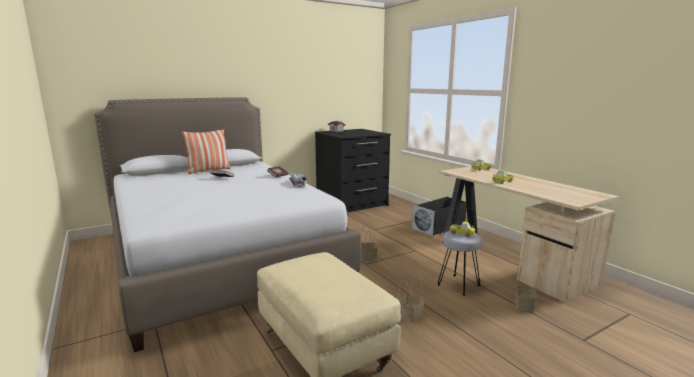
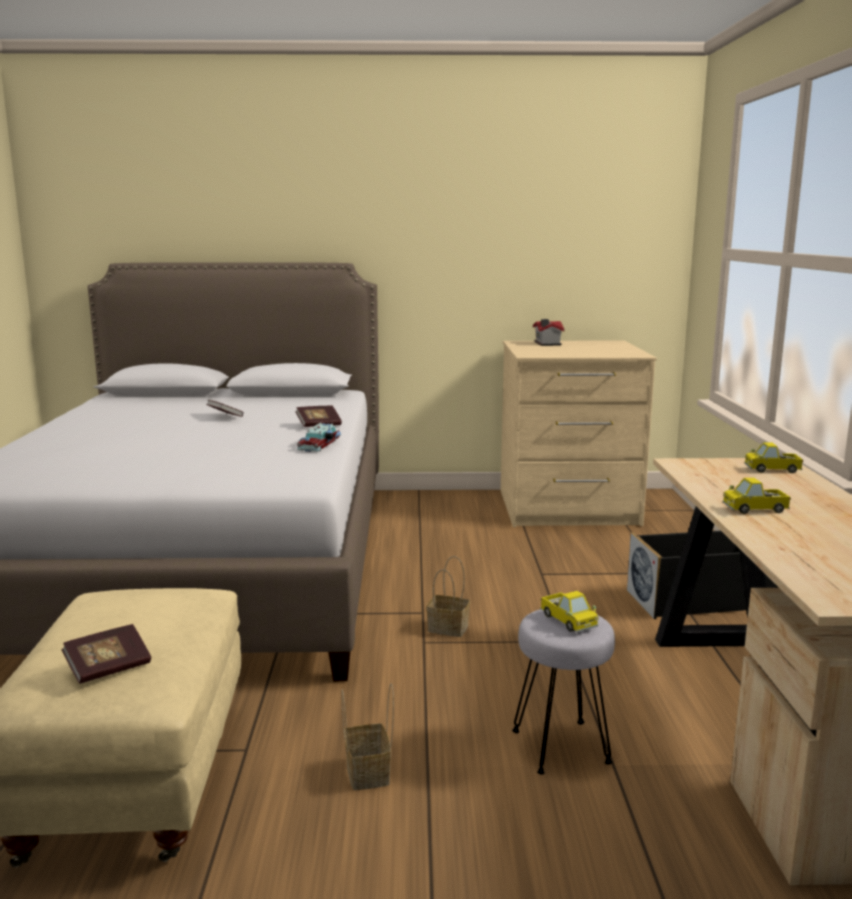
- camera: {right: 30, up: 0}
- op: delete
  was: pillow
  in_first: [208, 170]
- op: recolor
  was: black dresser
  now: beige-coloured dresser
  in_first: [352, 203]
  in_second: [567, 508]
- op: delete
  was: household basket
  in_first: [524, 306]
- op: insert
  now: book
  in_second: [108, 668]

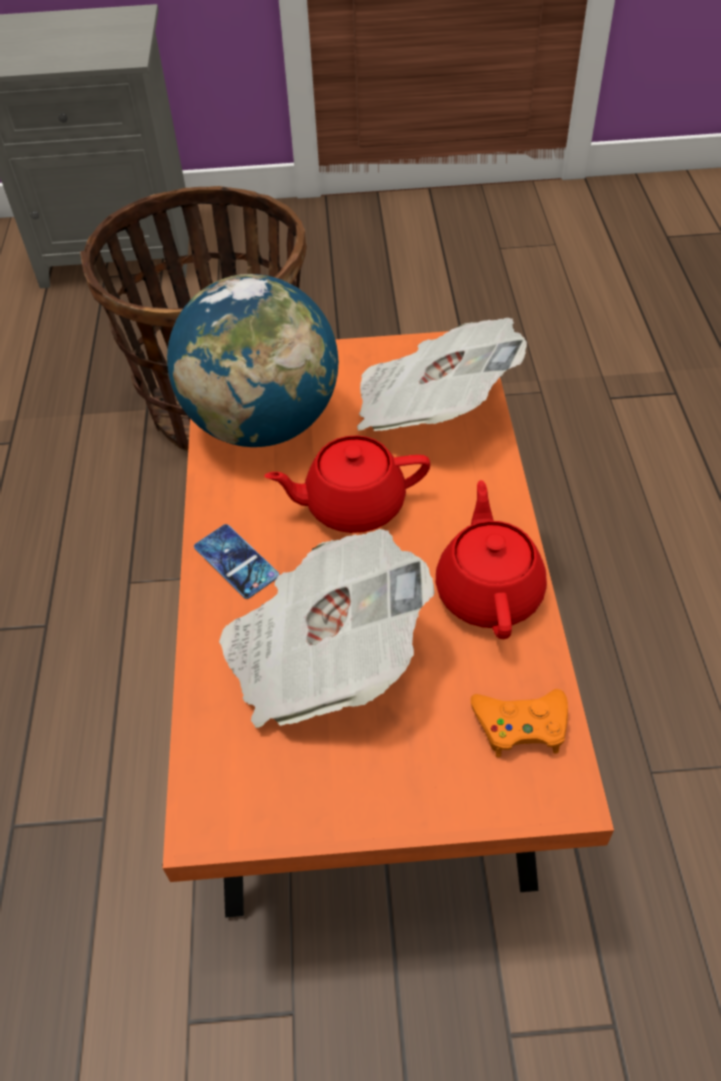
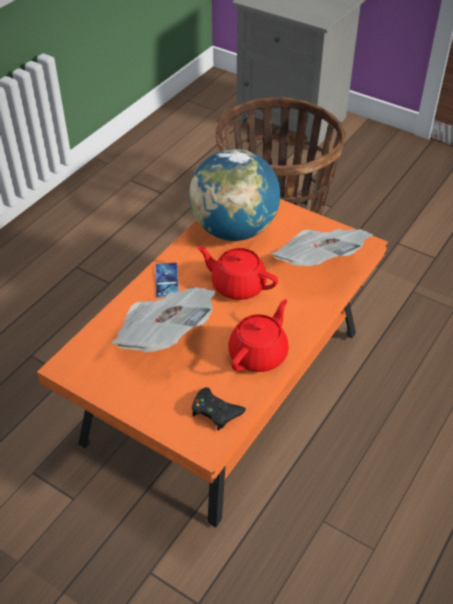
- camera: {right: 35, up: -5}
- op: recolor
  was: orange-coloured joypad
  now: black joypad
  in_first: [521, 725]
  in_second: [215, 411]

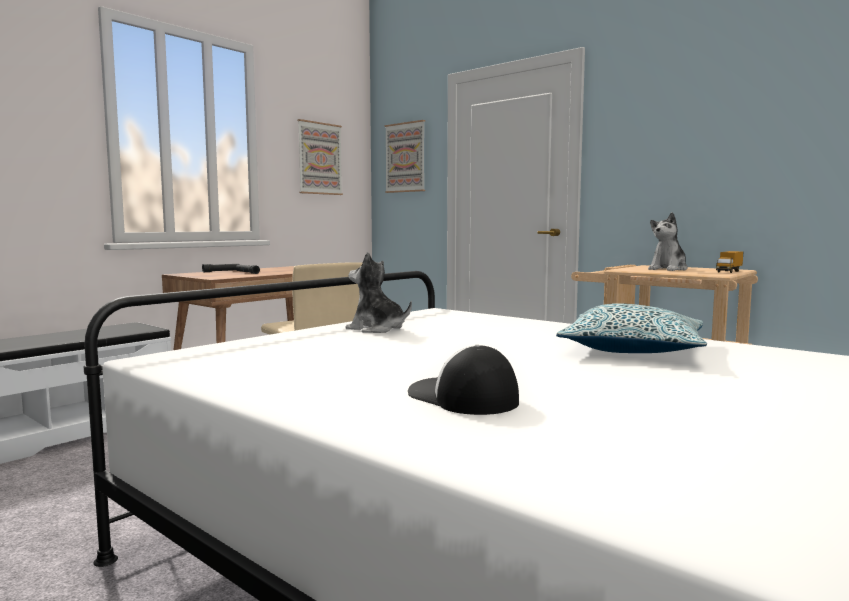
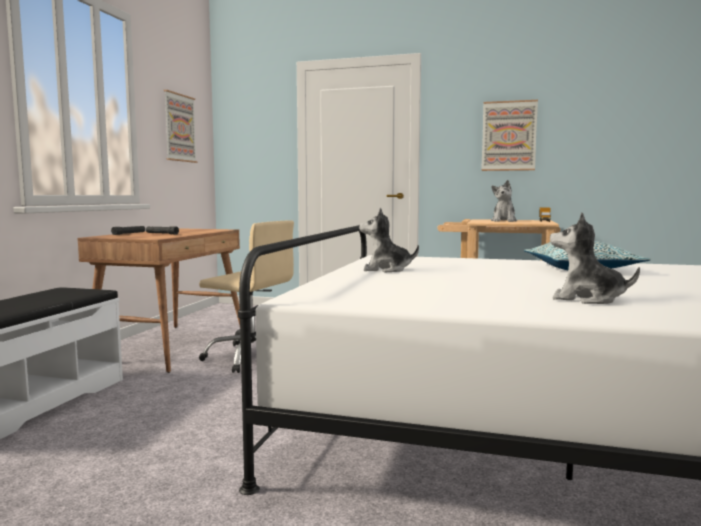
- camera: {right: -25, up: 0}
- op: move
  was: wall art
  in_first: [405, 157]
  in_second: [509, 136]
- op: replace
  was: cap
  now: plush toy
  in_first: [462, 398]
  in_second: [586, 299]

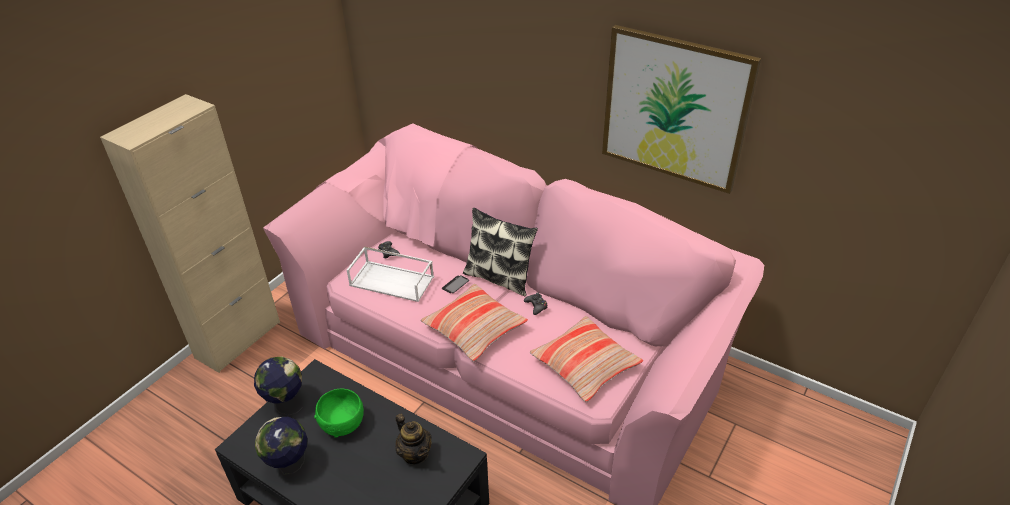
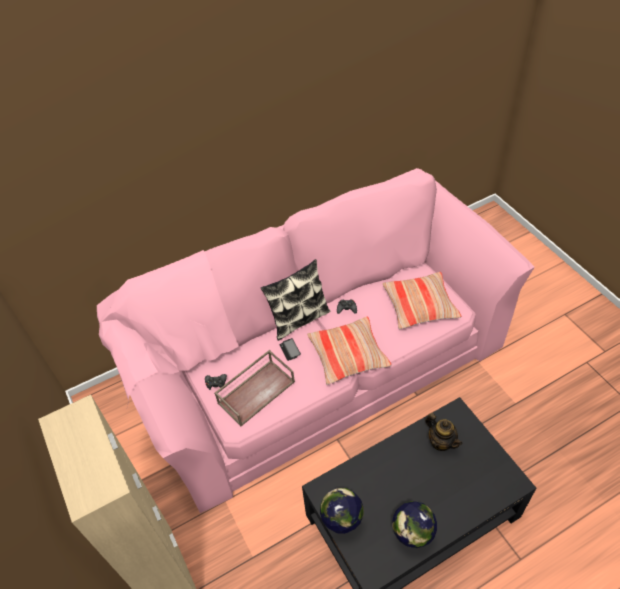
- camera: {right: -60, up: 10}
- op: delete
  was: green deep dish
  in_first: [342, 423]
- op: recolor
  was: white serving tray
  now: brown-coloured serving tray
  in_first: [393, 281]
  in_second: [256, 391]
- op: rotate
  was: tea pot
  in_first: [415, 454]
  in_second: [441, 442]
  clockwise: 60
- op: delete
  was: wall art
  in_first: [674, 109]

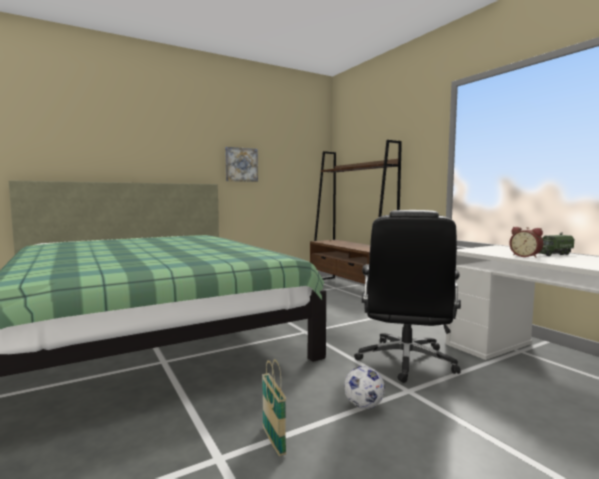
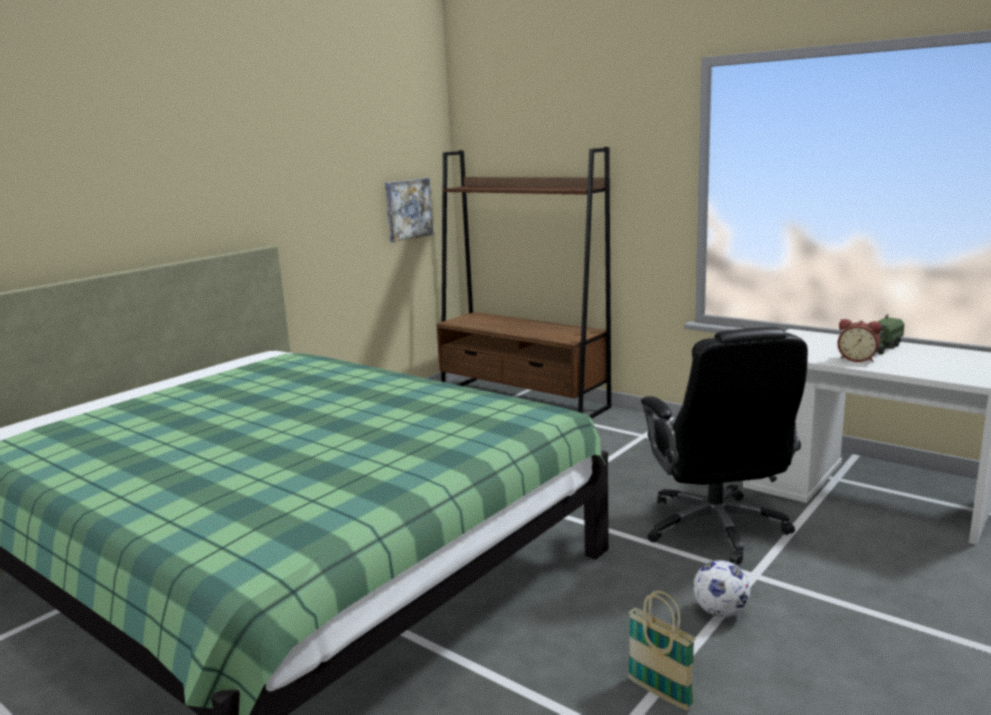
- camera: {right: -20, up: 10}
- op: move
  was: wall art
  in_first: [241, 164]
  in_second: [408, 209]

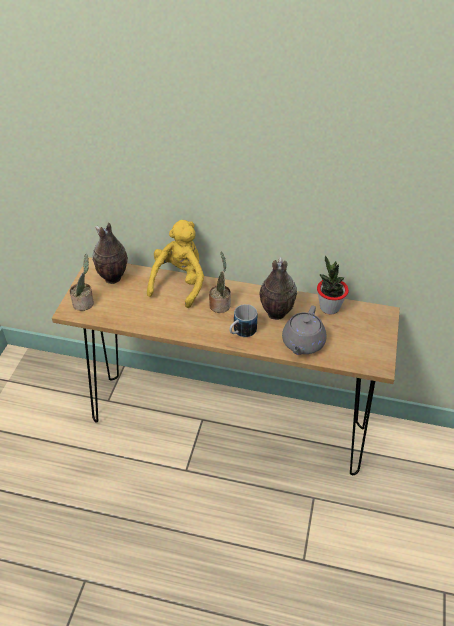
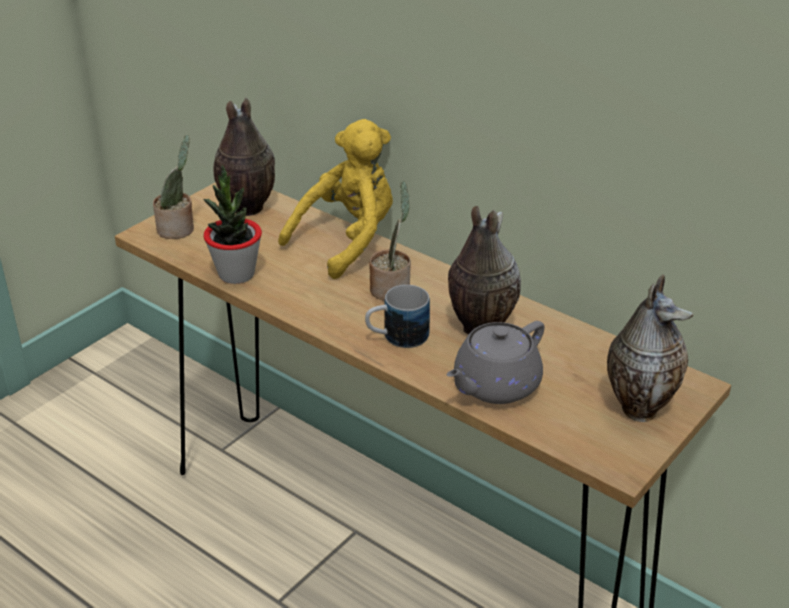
- camera: {right: 25, up: -10}
- op: move
  was: plant in a pot
  in_first: [329, 307]
  in_second: [236, 274]
- op: insert
  now: flower vase
  in_second: [639, 406]

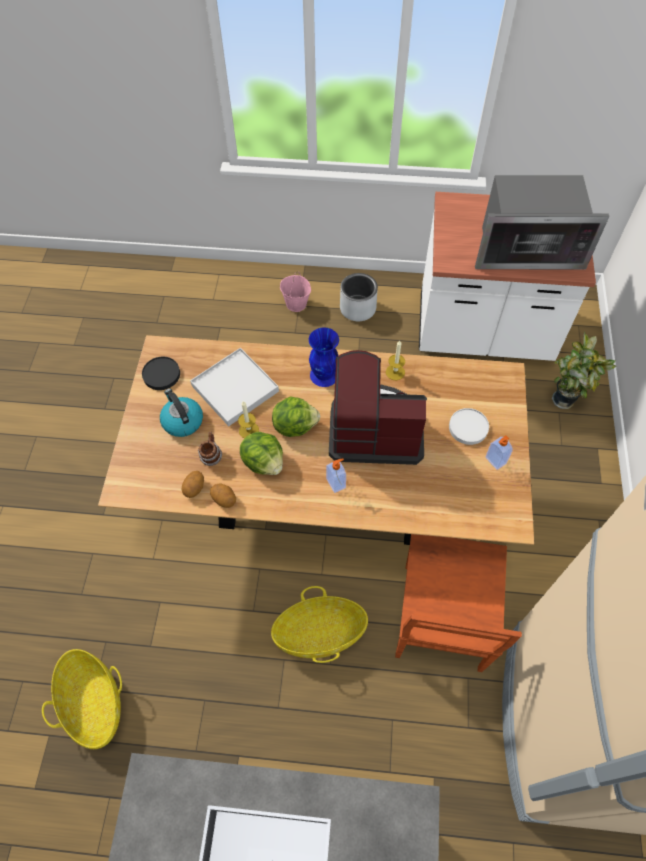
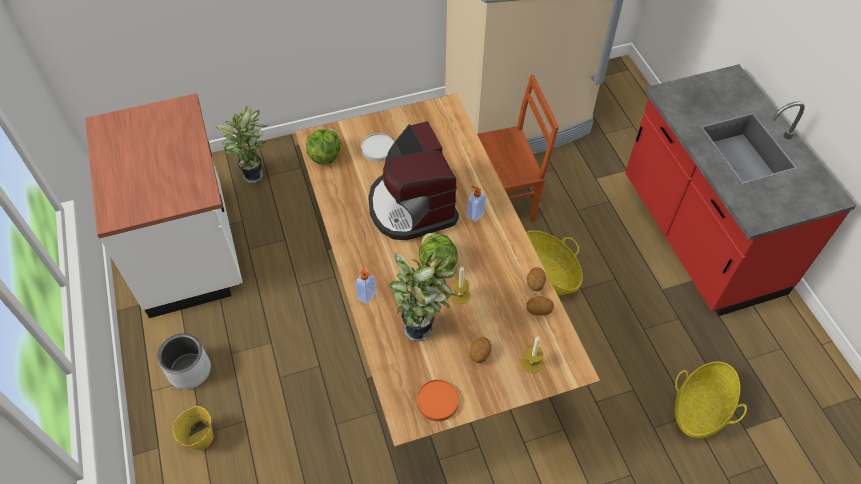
- camera: {right: -115, up: -5}
- op: recolor
  was: black plate
  now: orange-coloured plate
  in_first: [161, 375]
  in_second: [438, 401]
- op: replace
  was: water kettle
  now: spud
  in_first: [182, 421]
  in_second: [479, 354]
- op: replace
  was: white serving tray
  now: plant in a pot
  in_first: [234, 388]
  in_second: [421, 327]
- op: delete
  was: coffee mug
  in_first: [211, 456]
- op: move
  was: lettuce head
  in_first: [264, 462]
  in_second: [325, 156]
- op: recolor
  was: pink-coloured water bucket
  now: yellow water bucket
  in_first: [296, 304]
  in_second: [200, 437]
- op: delete
  was: bluish flower vase
  in_first: [324, 375]
- op: move
  was: wax candle
  in_first: [395, 372]
  in_second: [531, 363]
- op: delete
  was: kitchen microwave
  in_first: [526, 248]
- op: move
  was: soap bottle
  in_first: [495, 461]
  in_second: [367, 296]

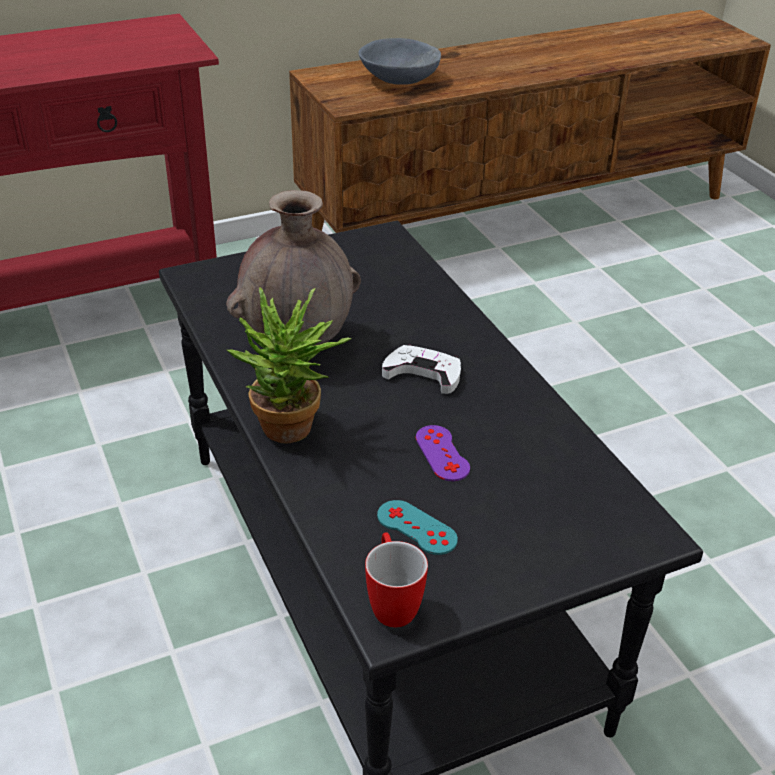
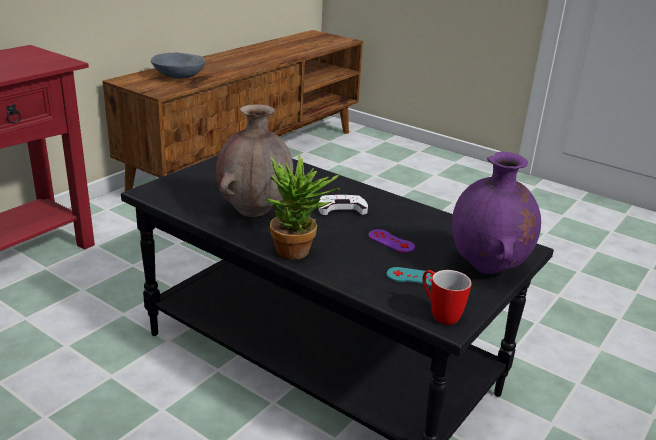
- camera: {right: -30, up: -10}
- op: insert
  now: purple-coloured flower vase
  in_second: [488, 268]

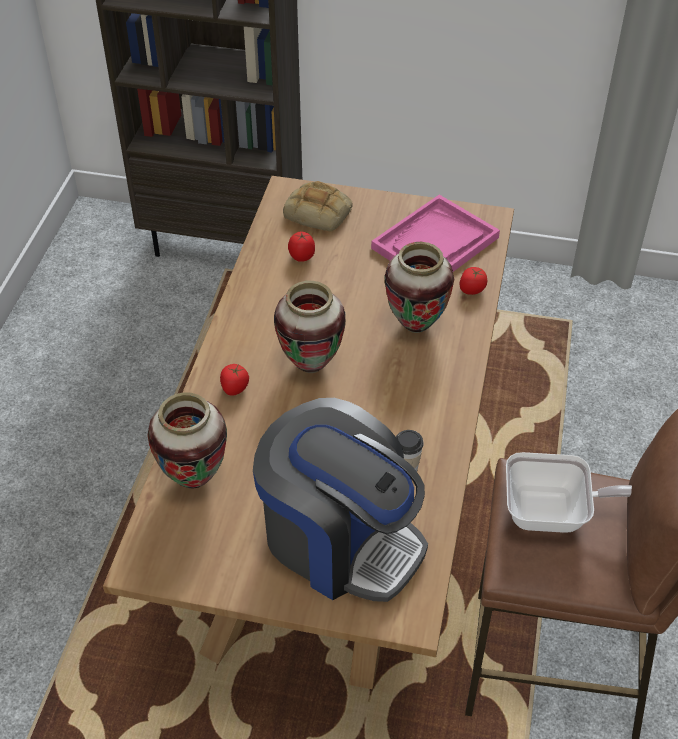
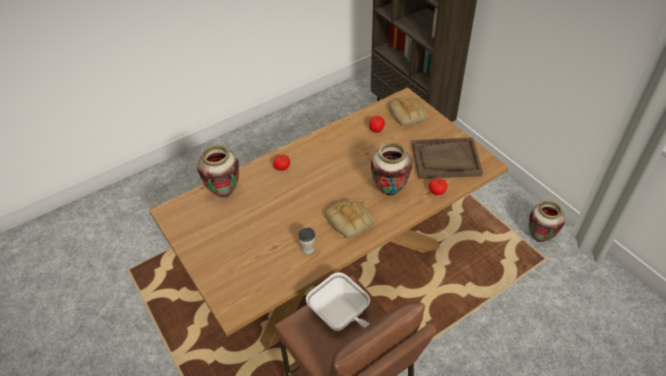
- camera: {right: 45, up: 0}
- op: delete
  was: coffee maker
  in_first: [340, 540]
- op: move
  was: flower vase
  in_first: [311, 365]
  in_second: [539, 238]
- op: recolor
  was: pink-coloured serving tray
  now: brown-coloured serving tray
  in_first: [435, 243]
  in_second: [445, 160]
- op: insert
  now: bakery bread
  in_second: [350, 221]

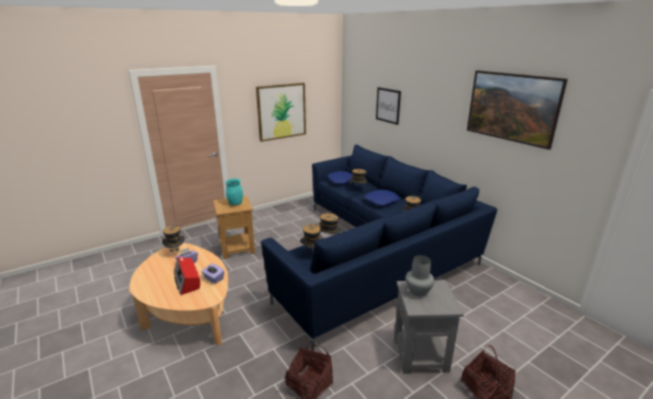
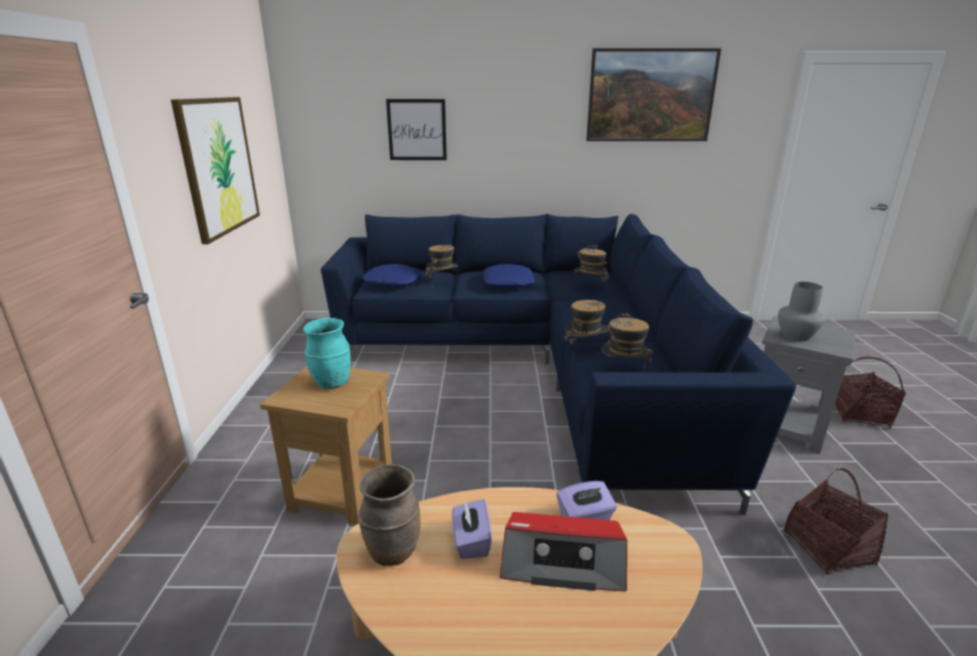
- camera: {right: -55, up: 0}
- op: replace
  was: wearable hat
  now: brown-coloured flower vase
  in_first: [175, 252]
  in_second: [392, 551]

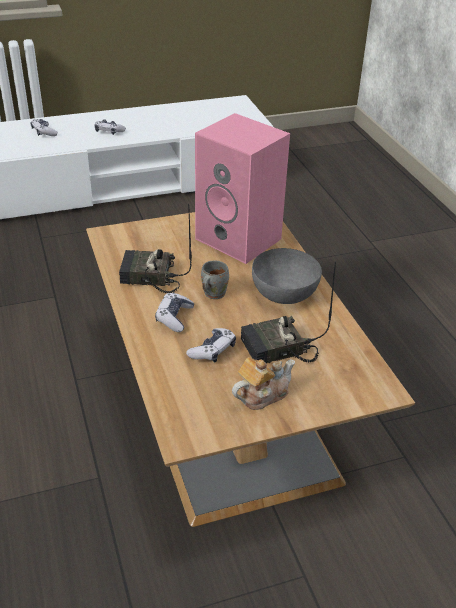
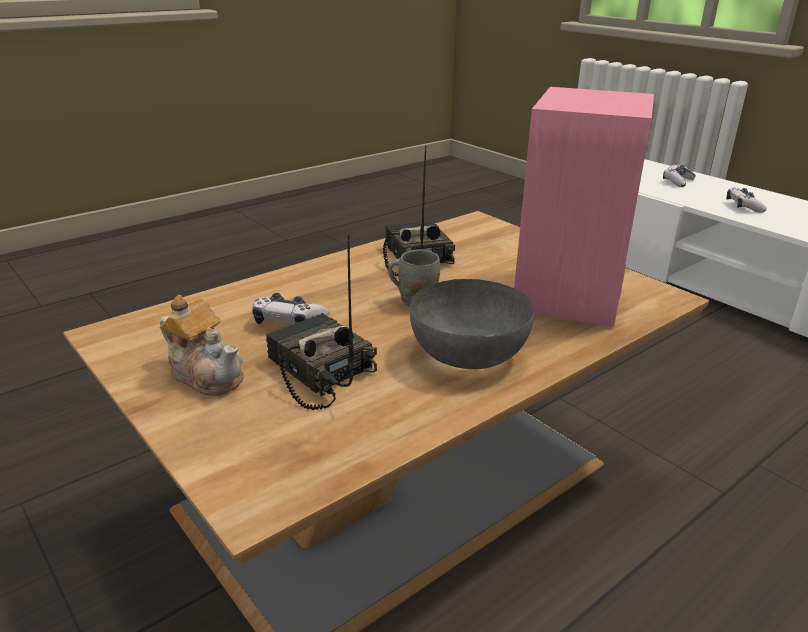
- camera: {right: 70, up: -10}
- op: delete
  was: joypad
  in_first: [174, 317]

